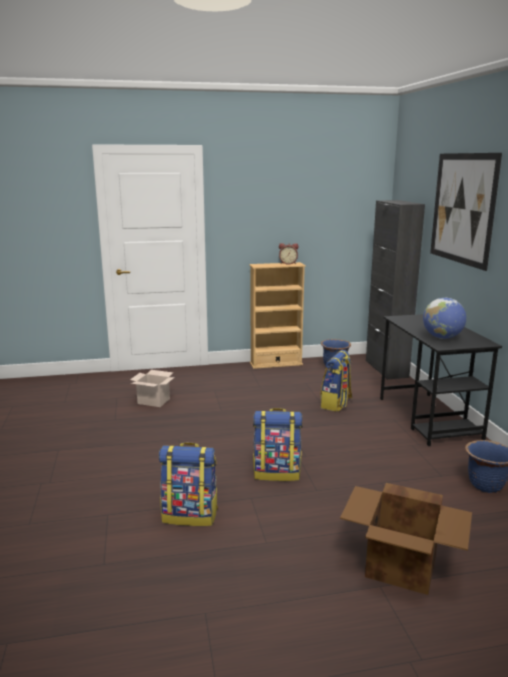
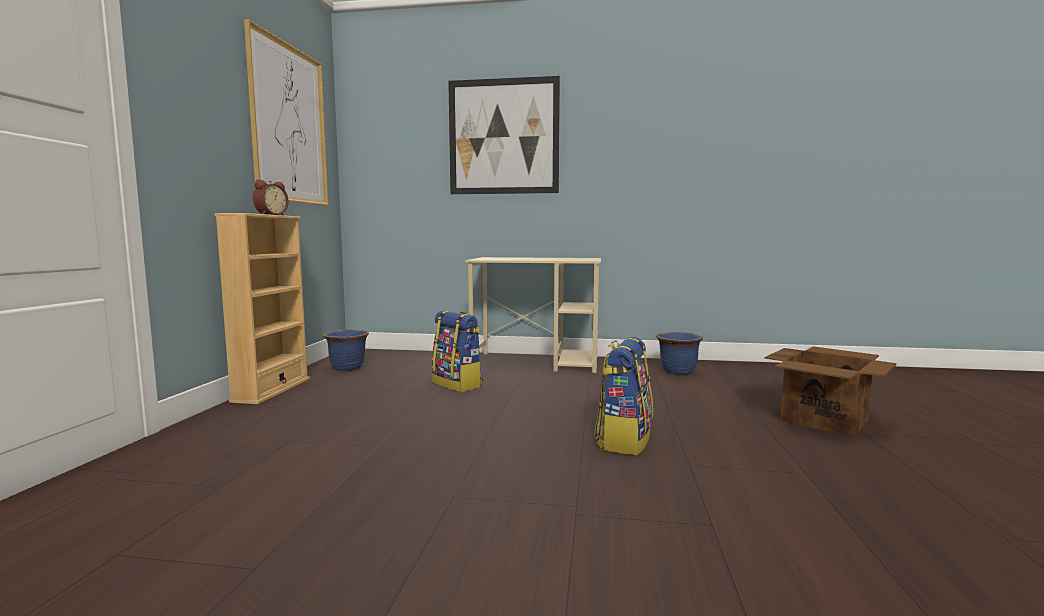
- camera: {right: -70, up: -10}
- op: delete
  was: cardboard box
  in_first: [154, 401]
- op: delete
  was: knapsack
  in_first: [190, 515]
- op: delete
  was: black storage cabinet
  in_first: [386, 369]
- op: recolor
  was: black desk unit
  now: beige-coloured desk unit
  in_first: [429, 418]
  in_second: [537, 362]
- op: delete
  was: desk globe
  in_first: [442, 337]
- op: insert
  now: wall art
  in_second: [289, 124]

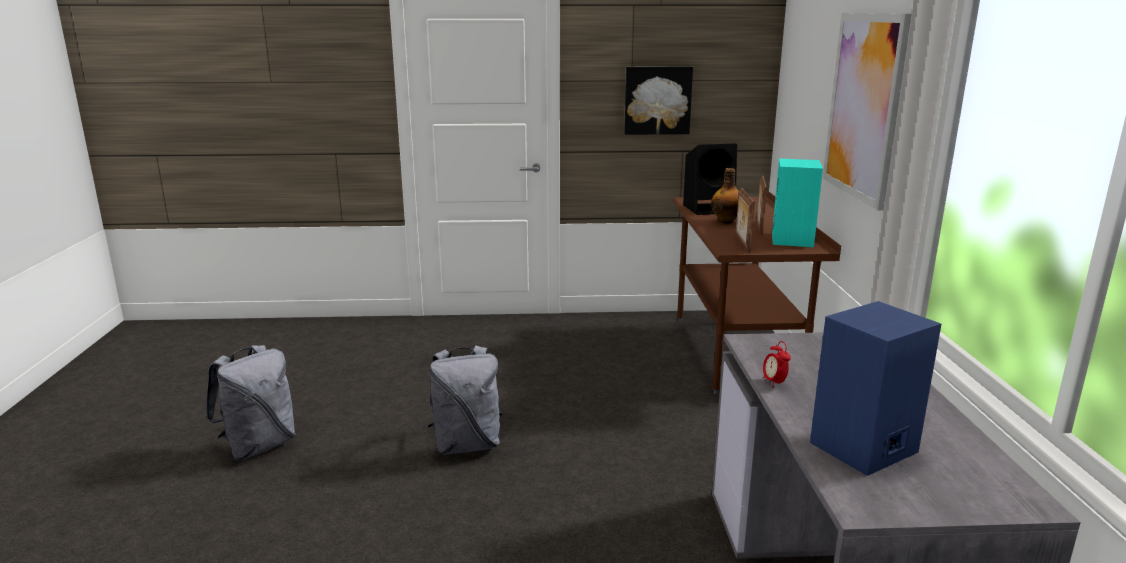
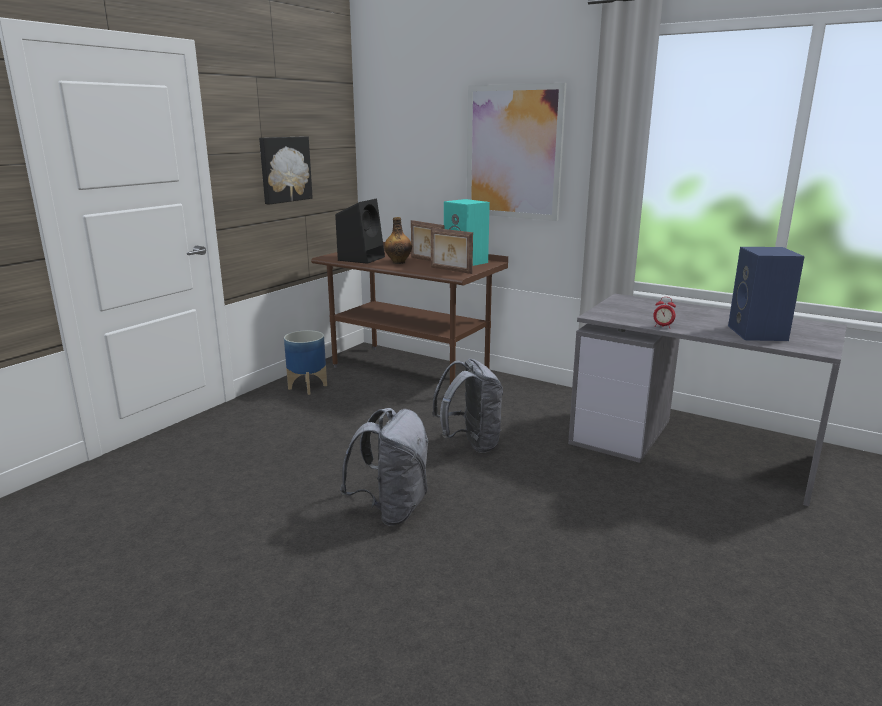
- camera: {right: -55, up: 0}
- op: move
  was: gray knapsack
  in_first: [259, 446]
  in_second: [470, 444]
- op: insert
  now: flower pot
  in_second: [308, 387]

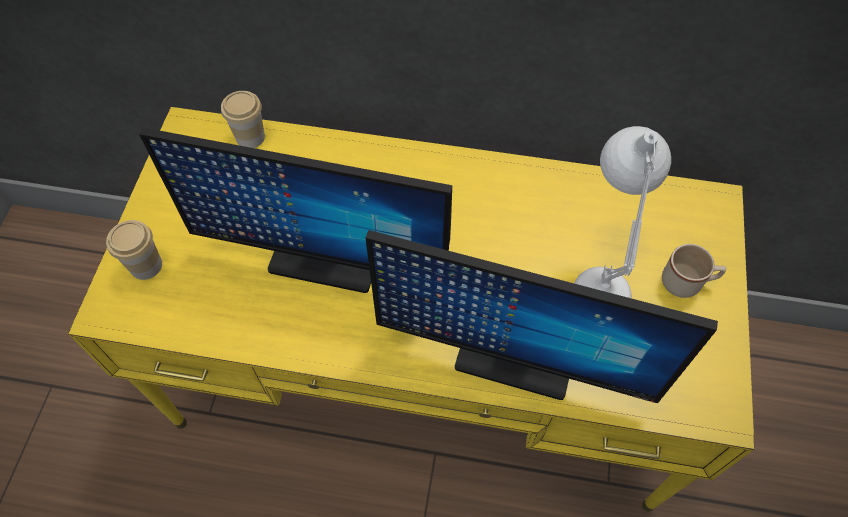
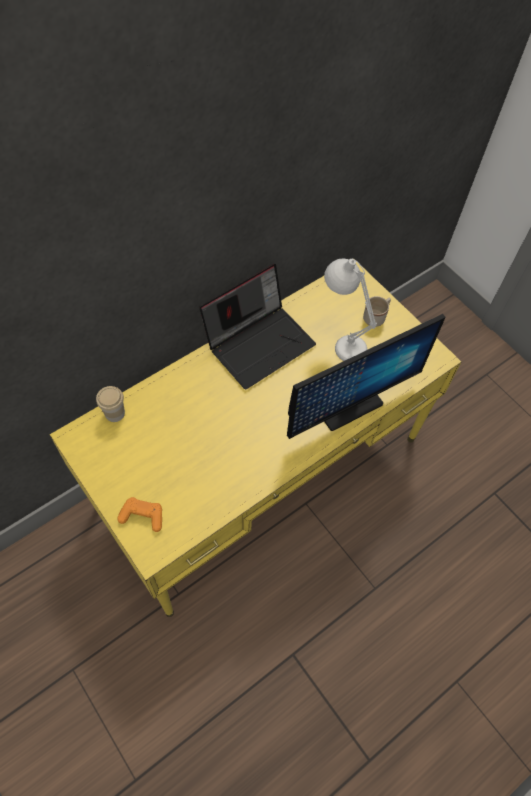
- camera: {right: -50, up: 0}
- op: replace
  was: small cup
  now: orange-coloured joypad
  in_first: [146, 265]
  in_second: [142, 516]
- op: delete
  was: computer screen
  in_first: [324, 260]
- op: insert
  now: notebook computer
  in_second: [259, 342]

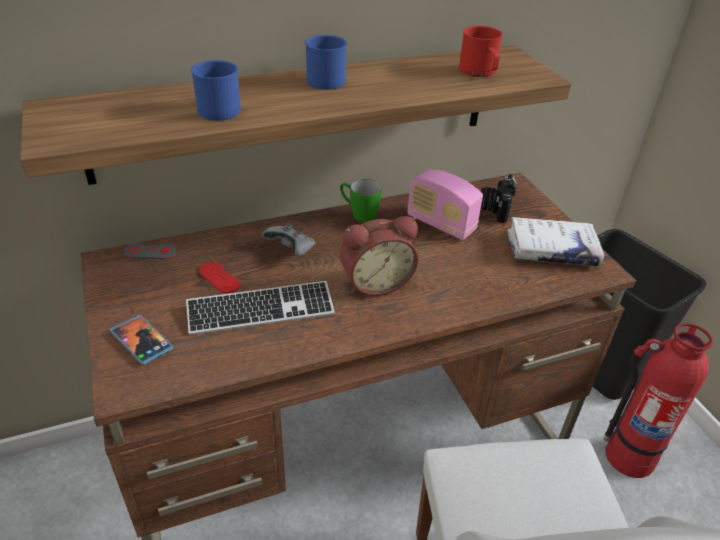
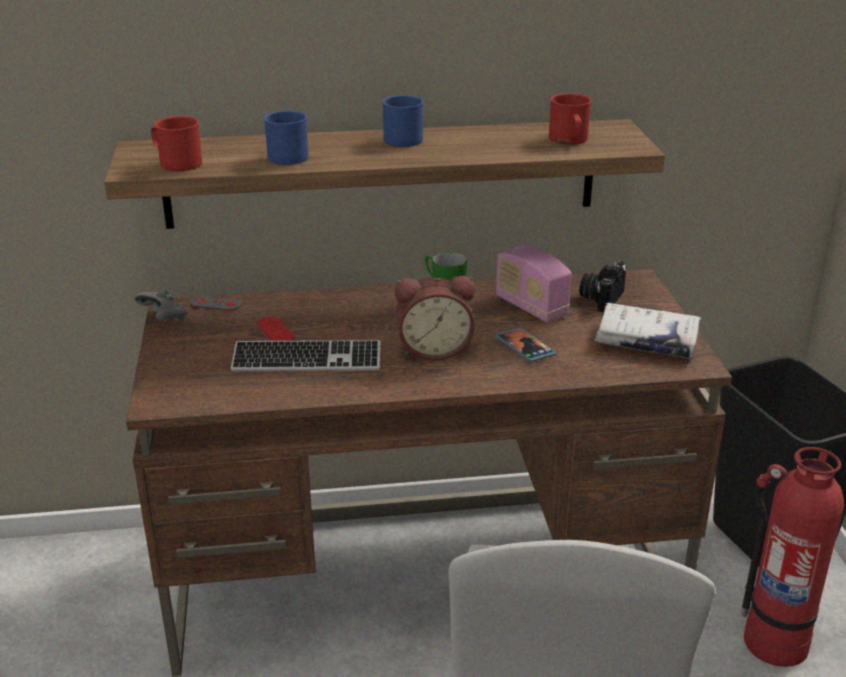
- camera: {right: 15, up: -10}
- op: move
  was: handset
  in_first: [142, 341]
  in_second: [525, 347]
- op: move
  was: gray joypad
  in_first: [291, 250]
  in_second: [164, 319]
- op: insert
  now: red coffee mug
  in_second: [176, 162]

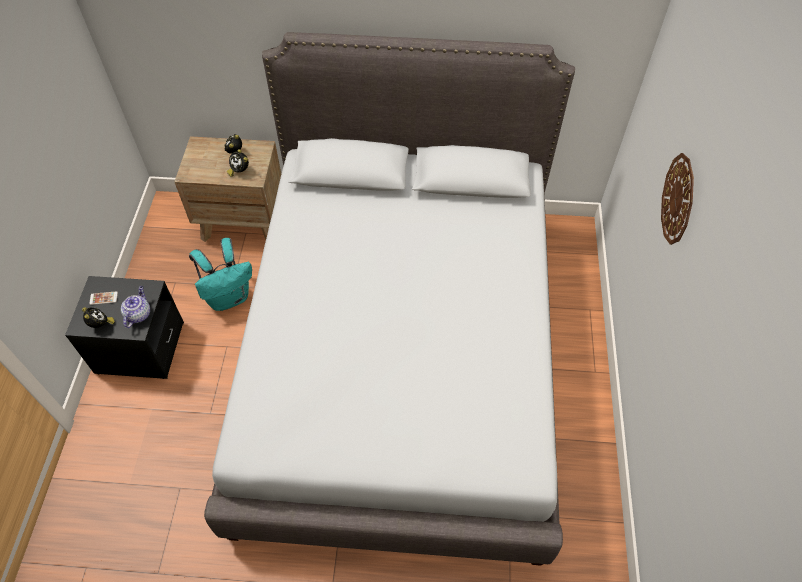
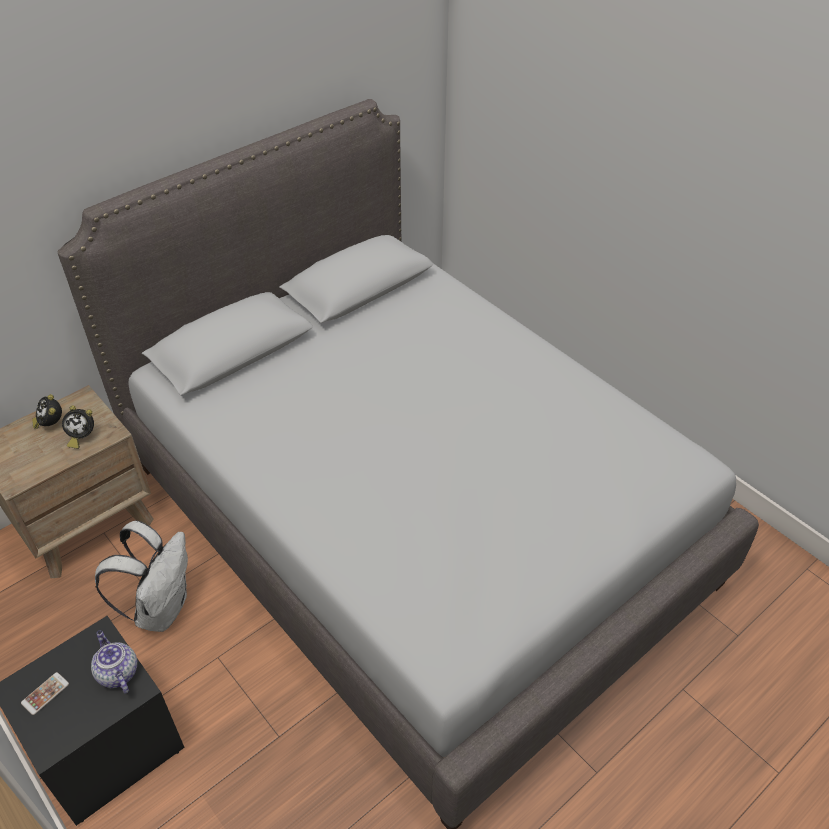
- camera: {right: -45, up: -10}
- op: delete
  was: alarm clock
  in_first: [101, 325]
- op: recolor
  was: turquoise knapsack
  now: white knapsack
  in_first: [229, 297]
  in_second: [161, 608]
- op: delete
  was: clock on the wall
  in_first: [678, 199]

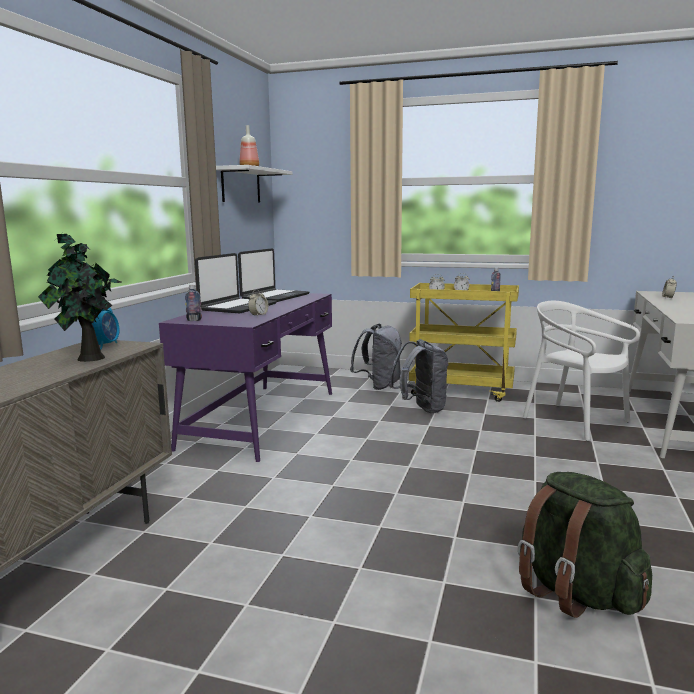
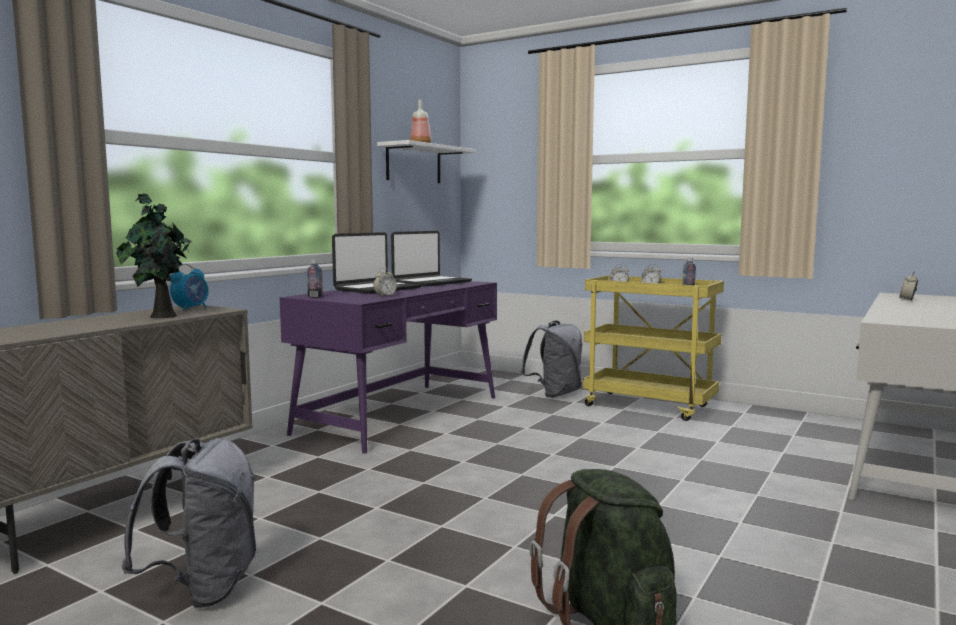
- camera: {right: 15, up: -5}
- op: move
  was: gray knapsack
  in_first: [421, 409]
  in_second: [203, 589]
- op: delete
  was: white upright chair
  in_first: [575, 421]

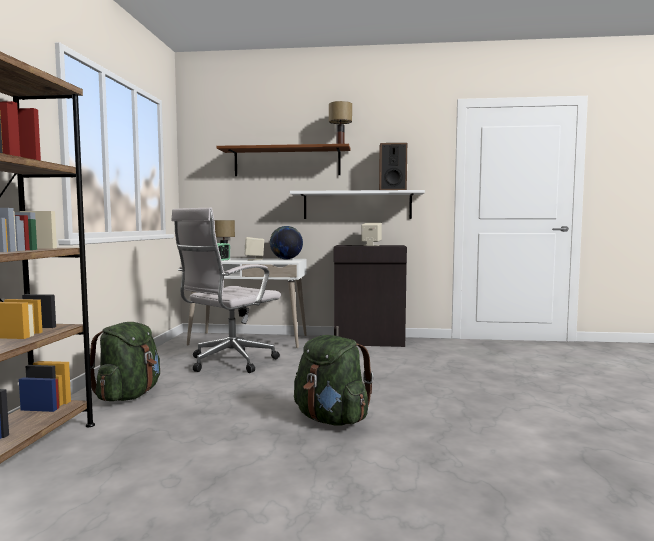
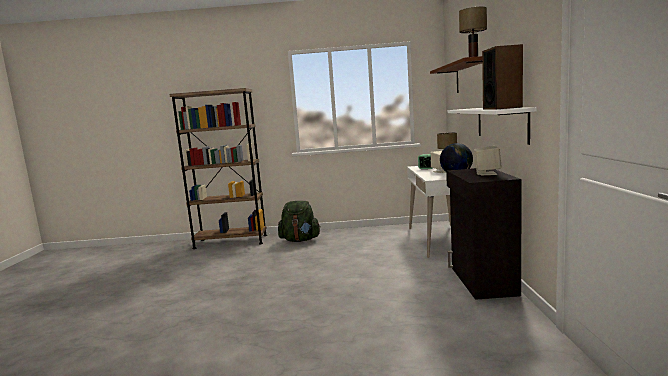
- camera: {right: 85, up: 5}
- op: delete
  was: white computer chair
  in_first: [228, 363]
- op: delete
  was: green knapsack
  in_first: [331, 419]

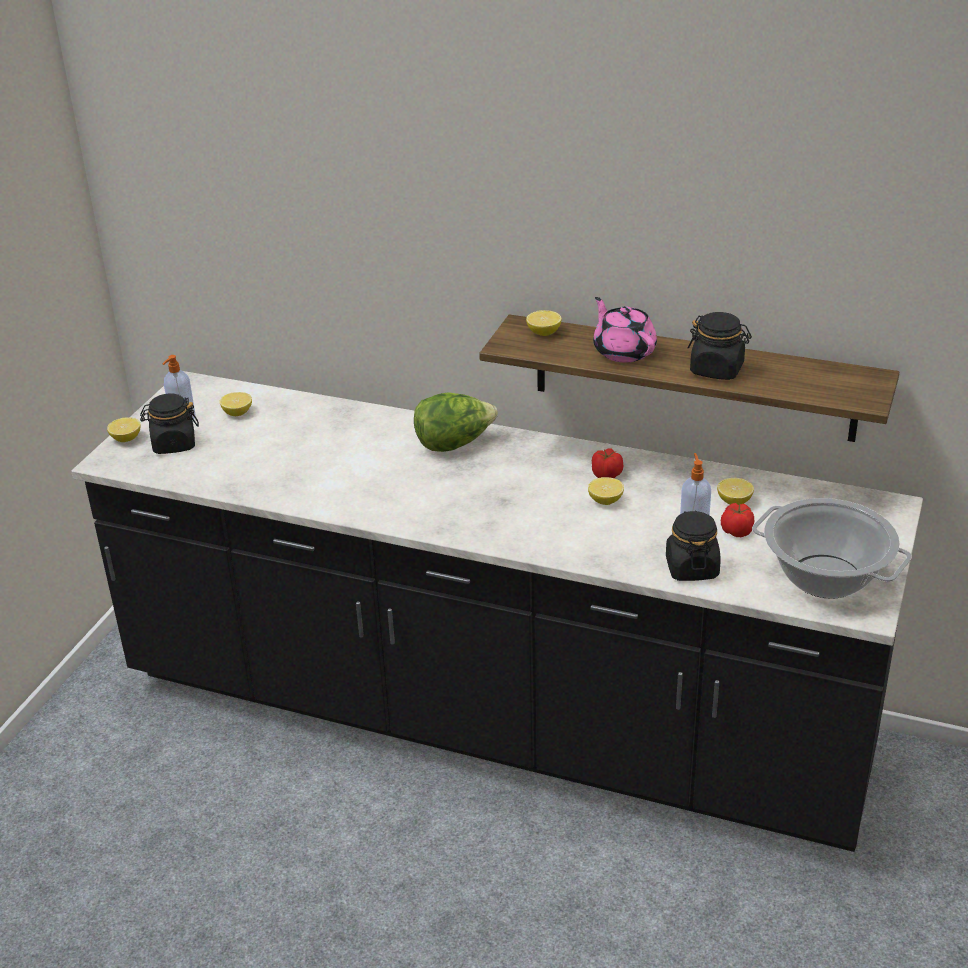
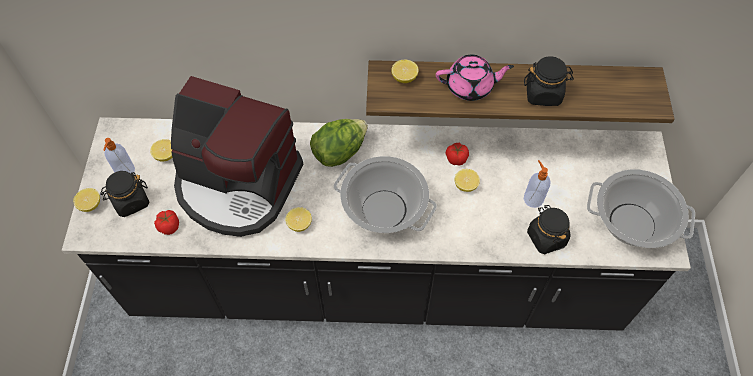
- camera: {right: -20, up: 25}
- op: rotate
  was: pink-coloured tea pot
  in_first: [623, 351]
  in_second: [470, 87]
  clockwise: 135
- op: move
  was: citrus fruit
  in_first: [734, 501]
  in_second: [299, 224]
- op: move
  was: whole tomato
  in_first: [737, 531]
  in_second: [169, 226]
- op: insert
  now: coffee maker
  in_second: [238, 185]
- op: insert
  now: saucepot
  in_second: [384, 210]

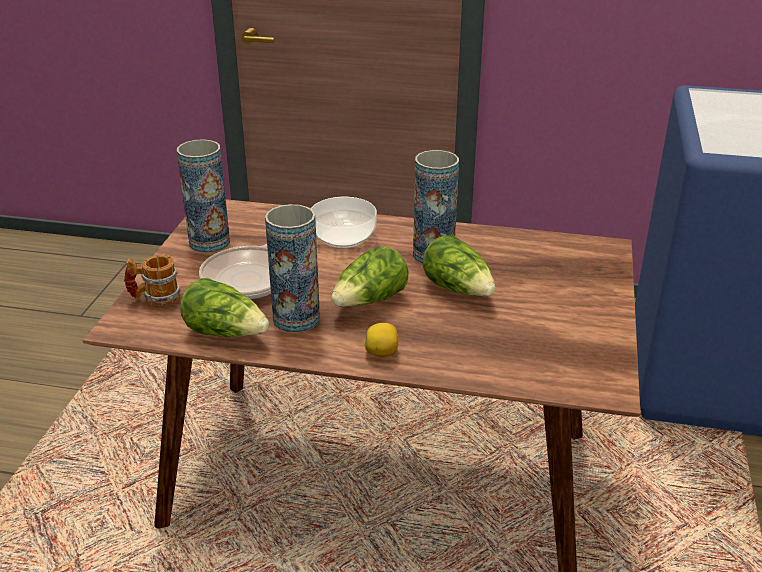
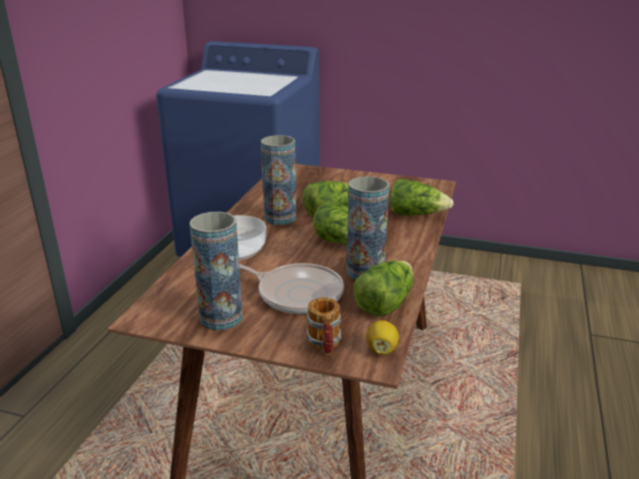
- camera: {right: -85, up: -5}
- op: move
  was: citrus fruit
  in_first: [382, 353]
  in_second: [381, 349]
- op: insert
  now: lettuce head
  in_second: [416, 214]

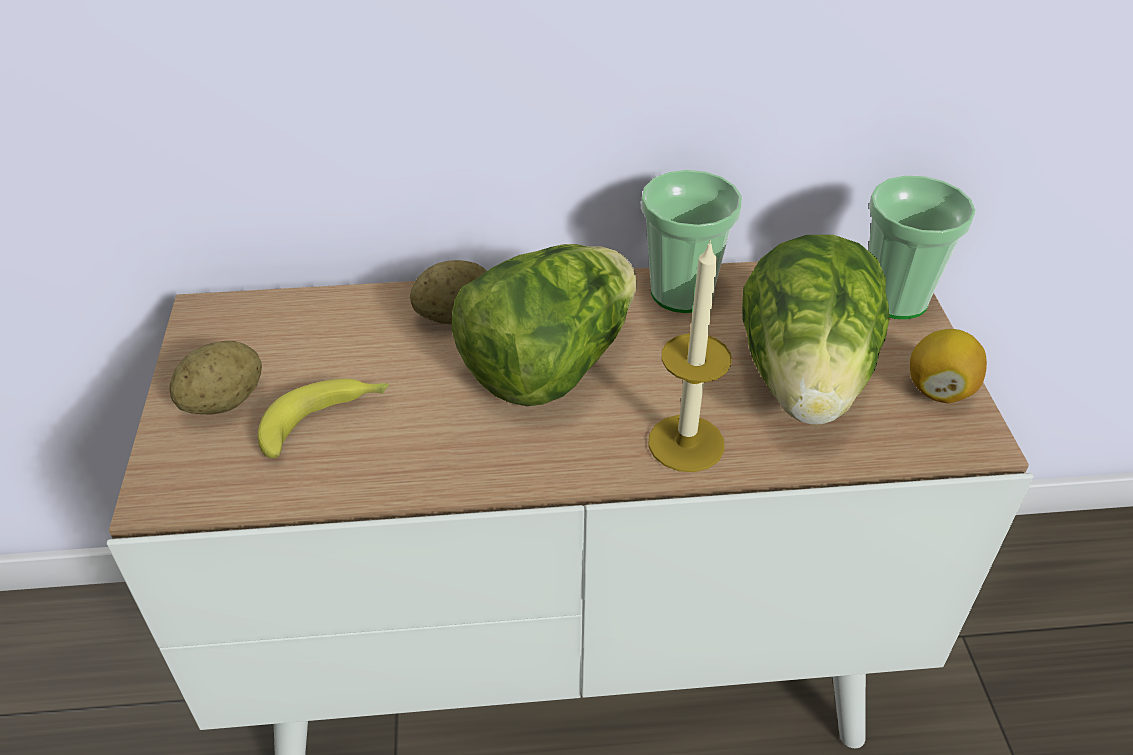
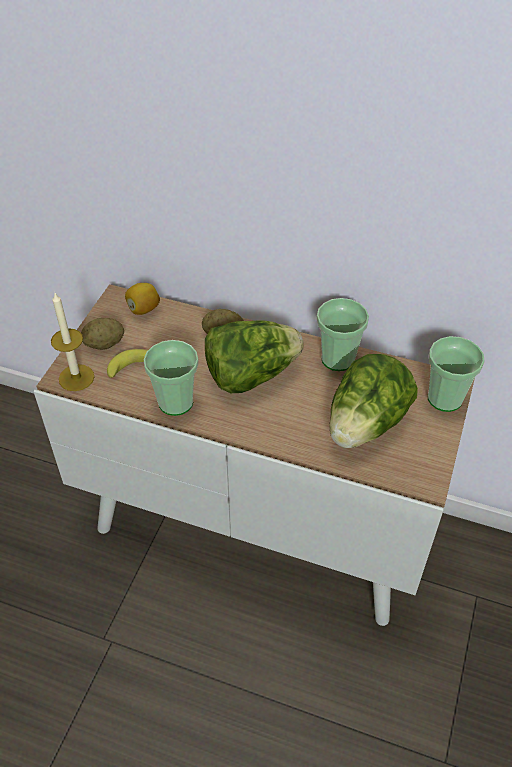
- camera: {right: 25, up: 5}
- op: move
  was: wax candle
  in_first: [686, 443]
  in_second: [76, 377]
- op: move
  was: citrus fruit
  in_first: [939, 389]
  in_second: [143, 309]
- op: insert
  now: small cup
  in_second: [176, 402]

